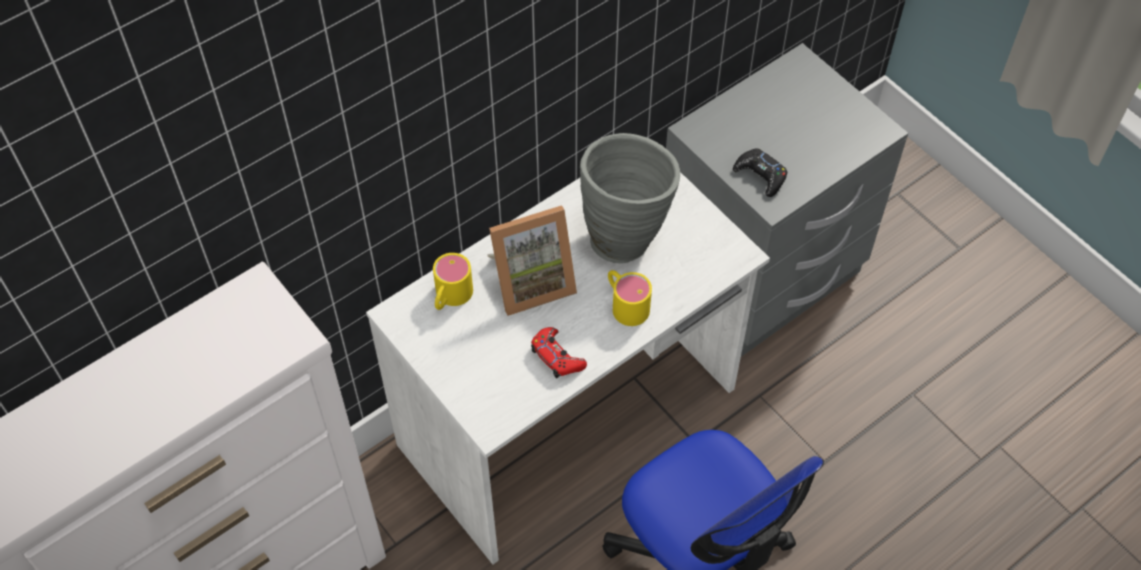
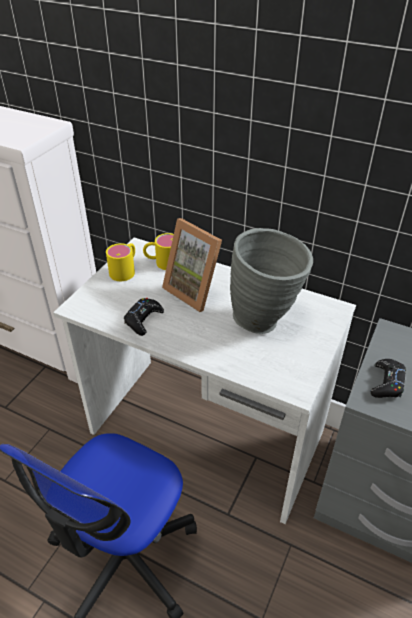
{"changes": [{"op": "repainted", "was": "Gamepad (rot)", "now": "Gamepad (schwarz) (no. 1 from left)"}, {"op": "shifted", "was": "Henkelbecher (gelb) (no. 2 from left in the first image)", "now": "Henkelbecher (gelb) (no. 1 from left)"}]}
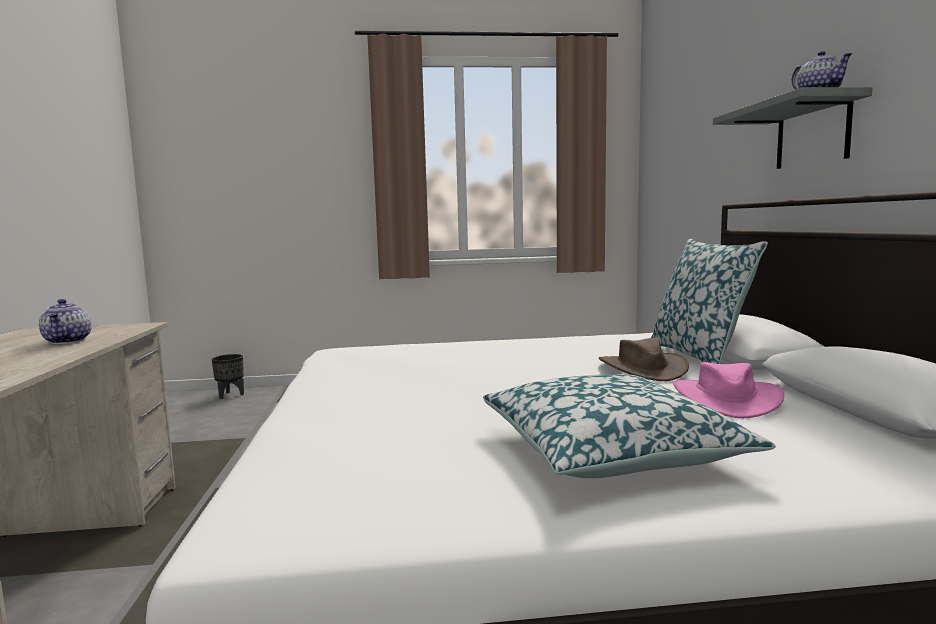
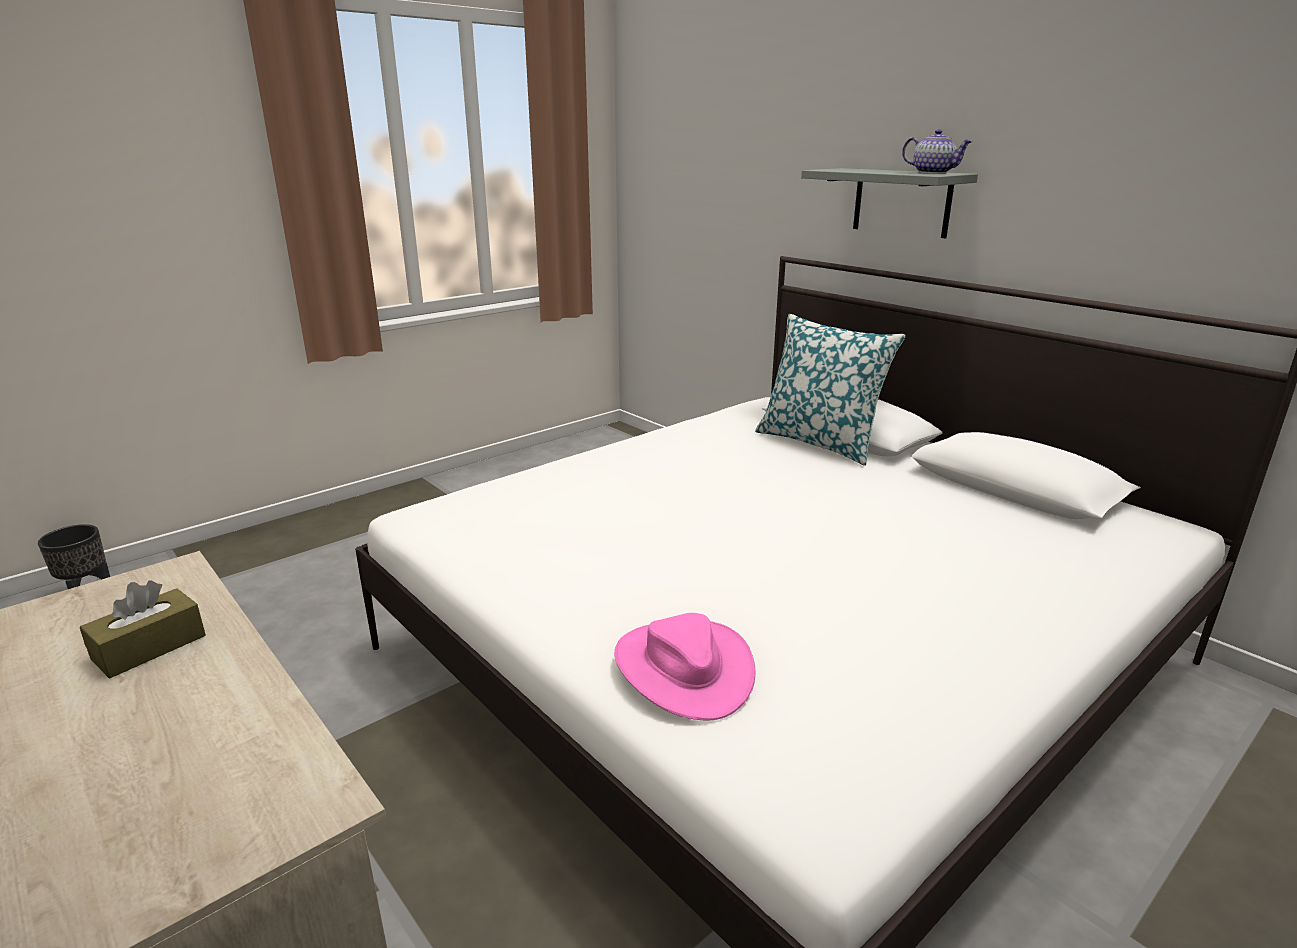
{"changes": [{"op": "swapped", "was": "Teekanne (no. 1 from left)", "now": "Taschentuchbox (braun)"}, {"op": "gone", "was": "Kissen (no. 1 from left)"}, {"op": "gone", "was": "Hut (braun)"}, {"op": "shifted", "was": "Hut (rosa)"}]}
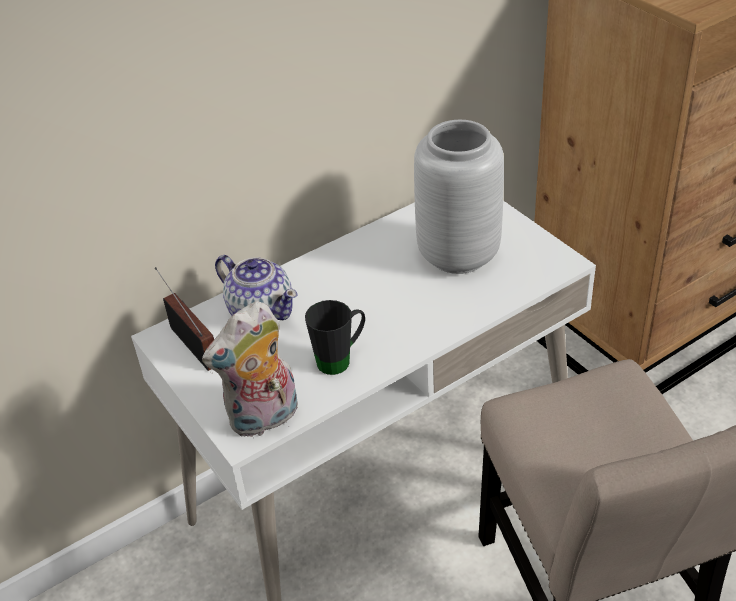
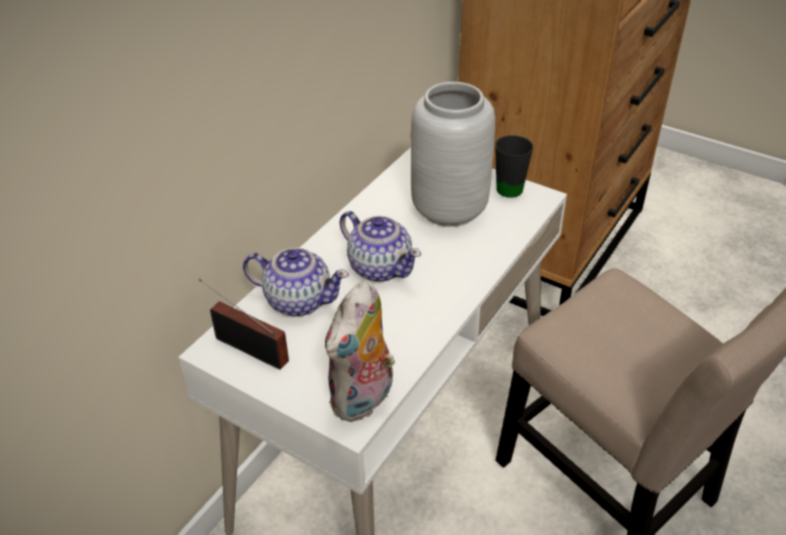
{"changes": [{"op": "shifted", "was": "Henkelbecher (schwarz)"}, {"op": "new", "now": "Teekanne (no. 2 from left)"}]}
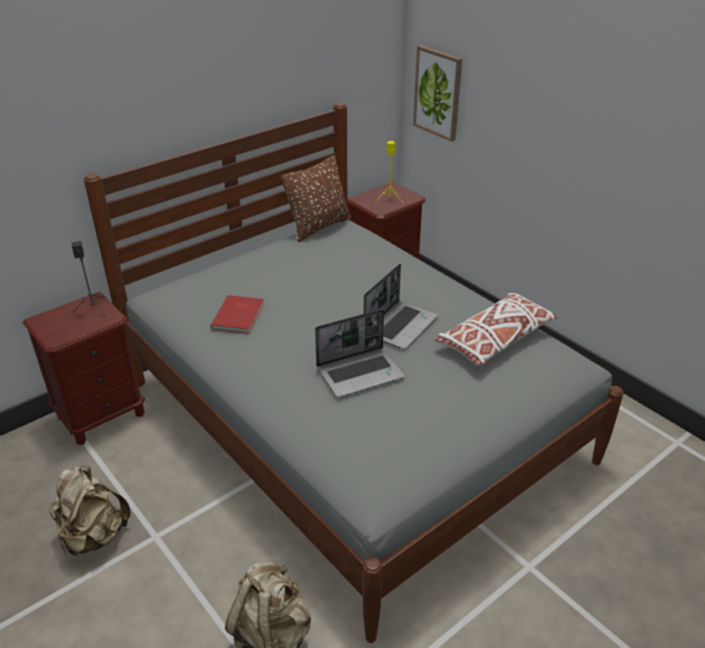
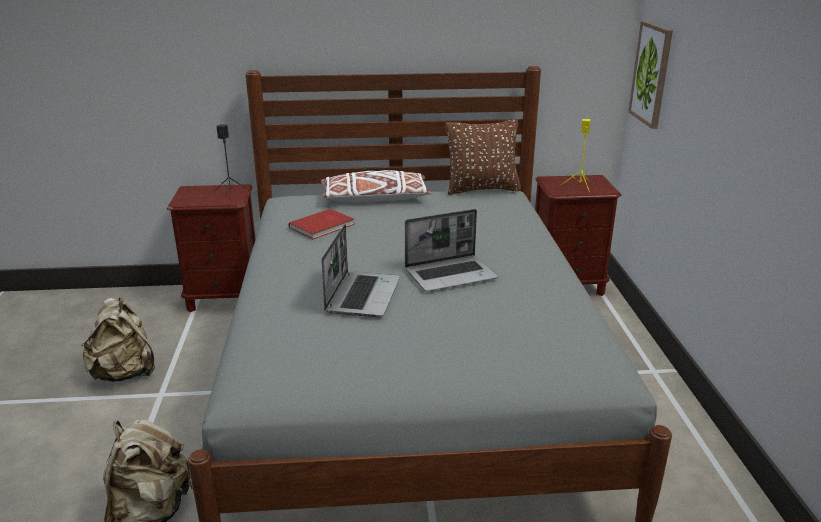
{"changes": [{"op": "rotated", "was": "Laptop (no. 1 from left)", "clockwise": -90}, {"op": "shifted", "was": "Kissen (weiß)"}]}
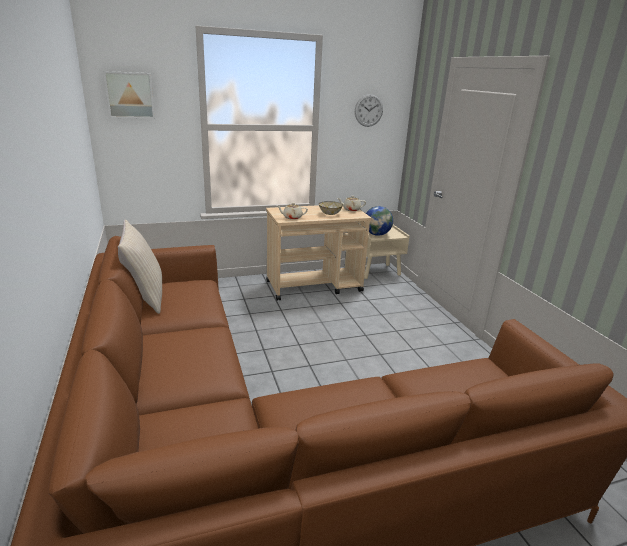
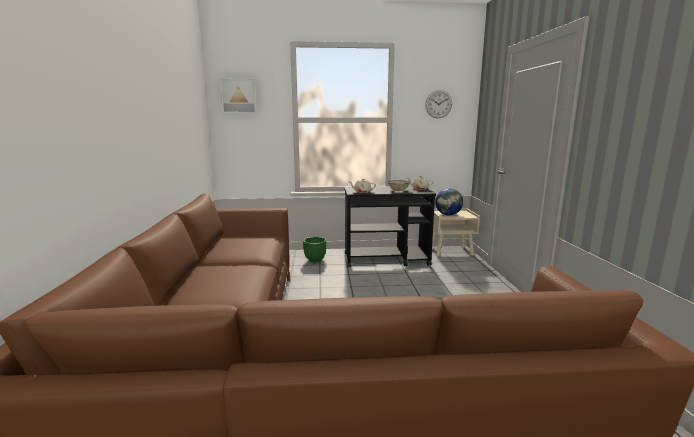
{"changes": [{"op": "gone", "was": "Kissen (beige)"}, {"op": "repainted", "was": "Rollwagen (beige)", "now": "Rollwagen (schwarz)"}, {"op": "new", "now": "Pflanzkübel (grün)"}]}
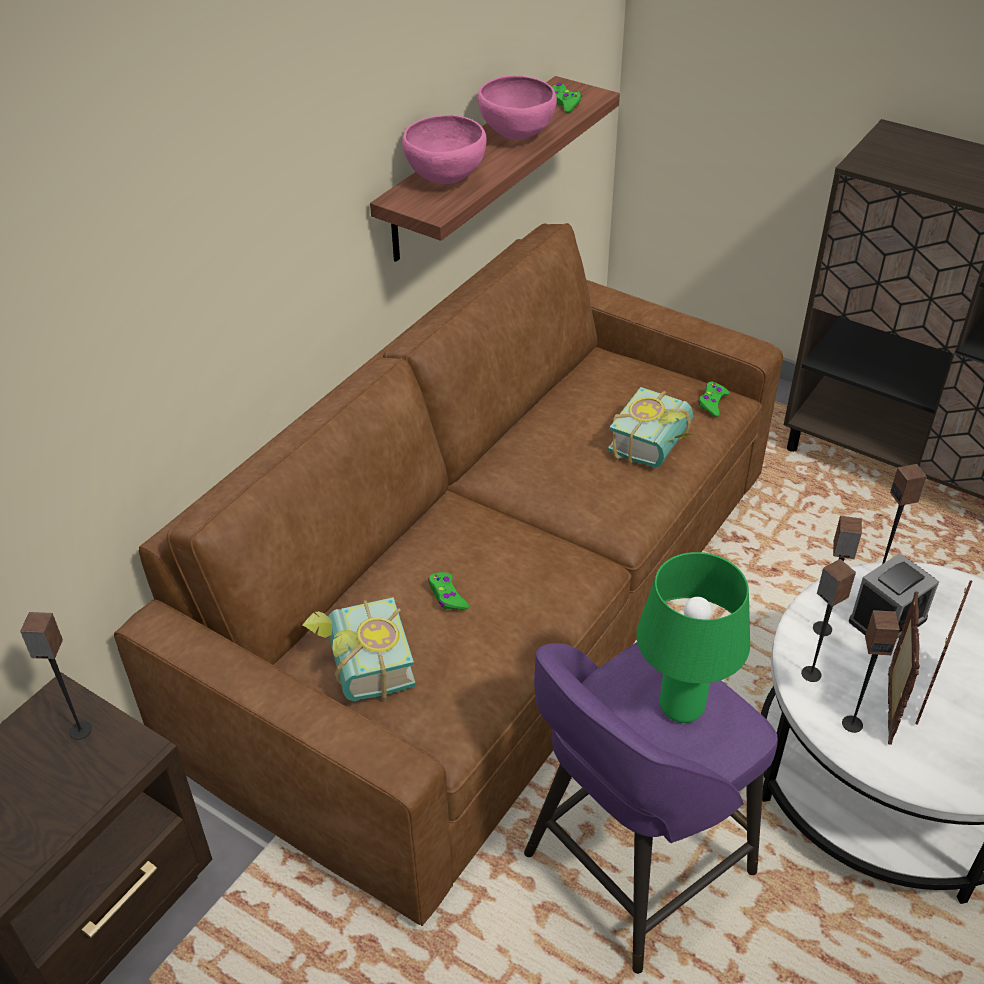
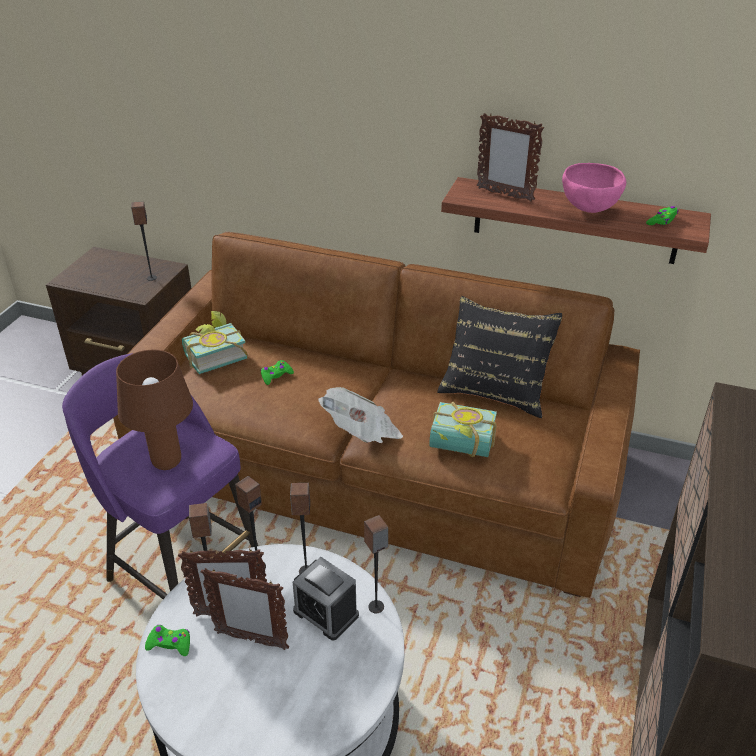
{"changes": [{"op": "swapped", "was": "Schüssel (rosa) (no. 1 from left)", "now": "Bilderrahmen (no. 3 from left)"}, {"op": "repainted", "was": "Tischlampe (grün)", "now": "Tischlampe (braun)"}, {"op": "shifted", "was": "Gamepad (grün) (no. 3 from left in the first image)", "now": "Gamepad (grün) (no. 1 from left)"}, {"op": "new", "now": "Zeitung"}, {"op": "new", "now": "Kissen (schwarz)"}]}
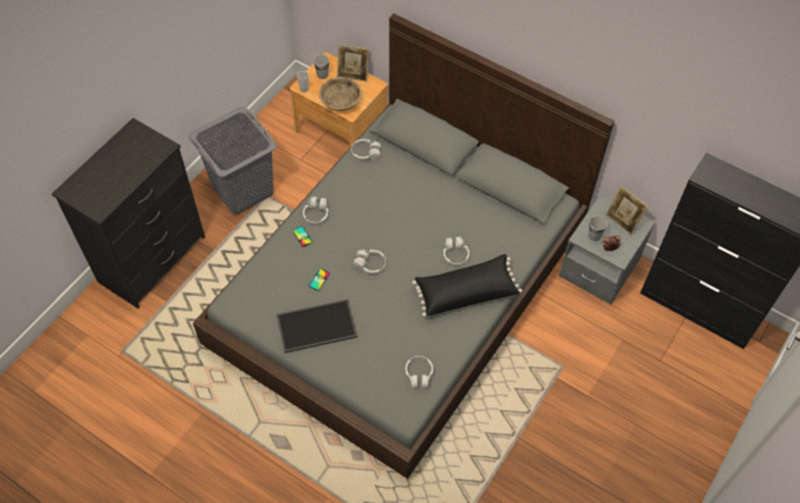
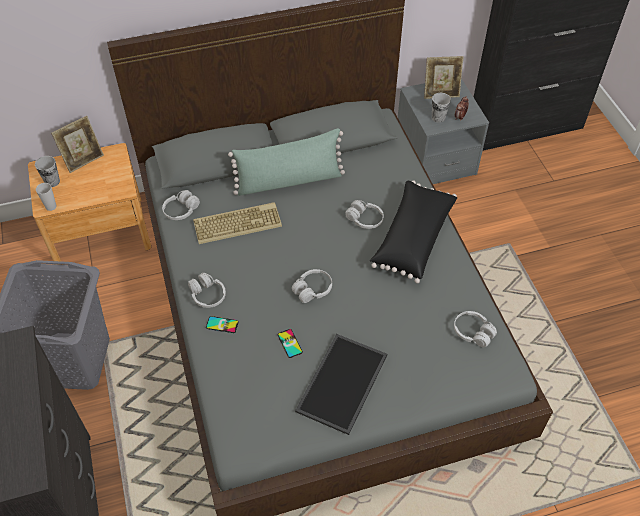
{"changes": [{"op": "gone", "was": "Schüssel (beige)"}, {"op": "new", "now": "Tastatur"}, {"op": "new", "now": "Kissen (grün)"}]}
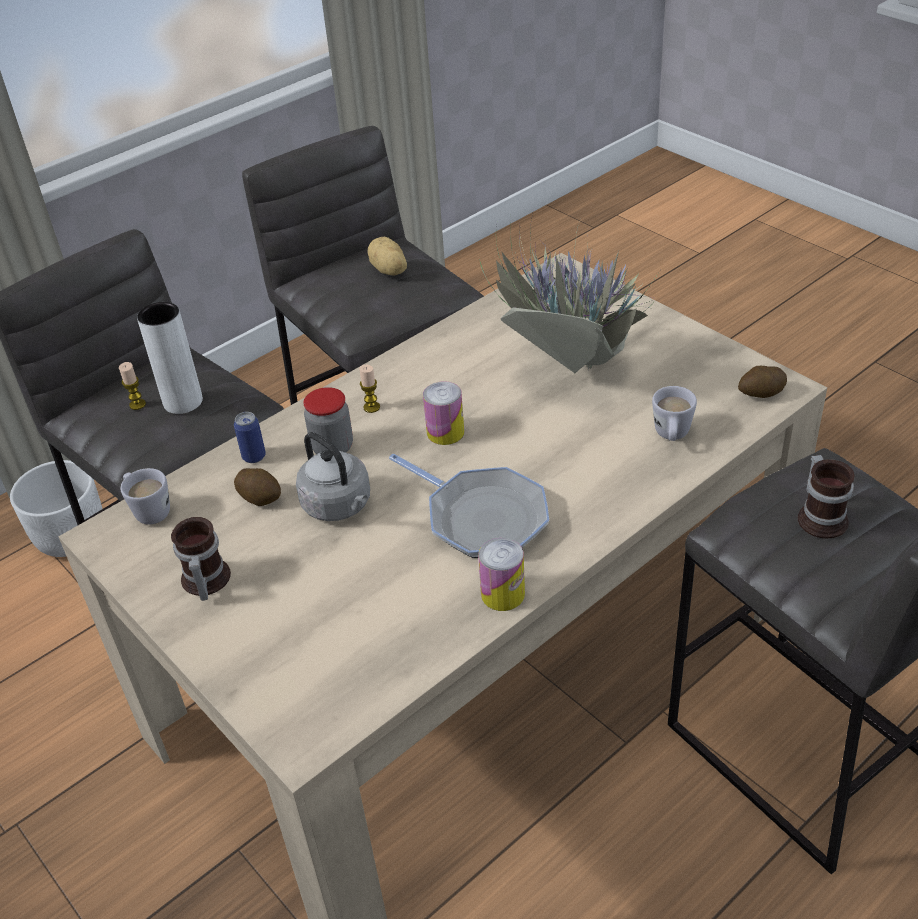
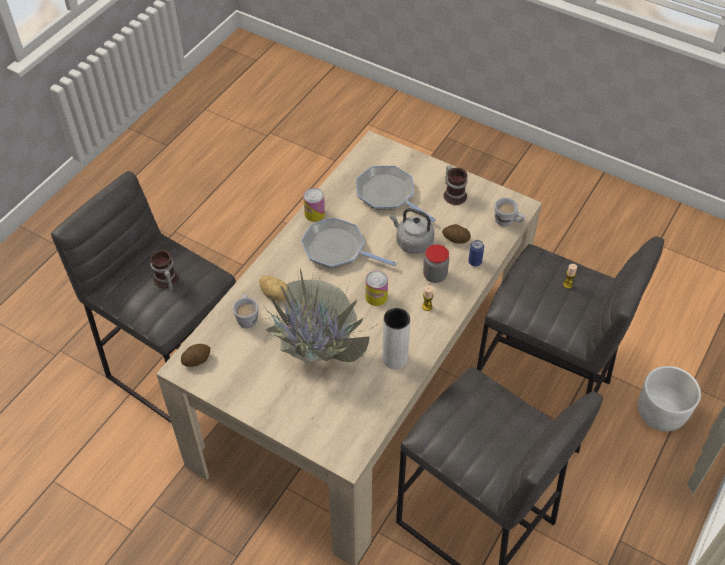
{"changes": [{"op": "shifted", "was": "Vase (weiß)"}, {"op": "shifted", "was": "Kartoffel (no. 2 from left)"}, {"op": "new", "now": "Pfanne (no. 2 from left)"}]}
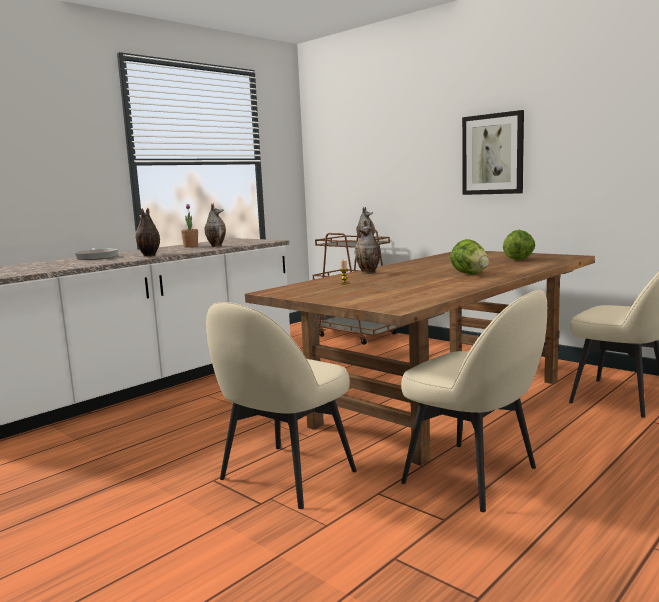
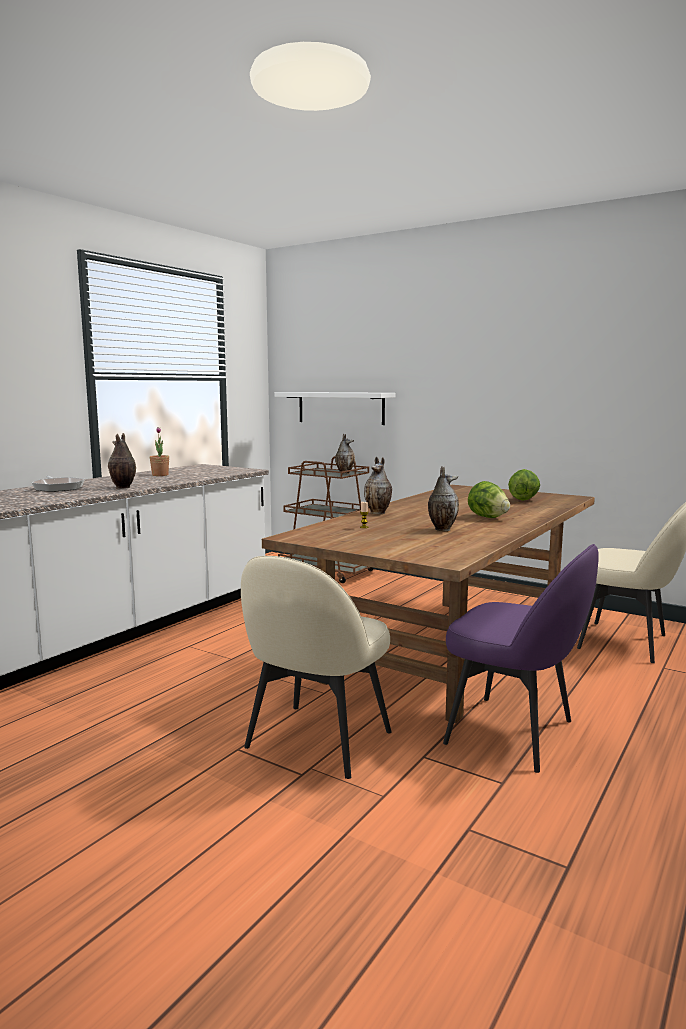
{"changes": [{"op": "shifted", "was": "Vase (no. 2 from left in the first image)", "now": "Vase (no. 4 from left)"}, {"op": "repainted", "was": "Stuhl (beige) (no. 2 from left)", "now": "Stuhl (lila)"}, {"op": "gone", "was": "Bild"}, {"op": "new", "now": "Wandregal (weiß)"}]}
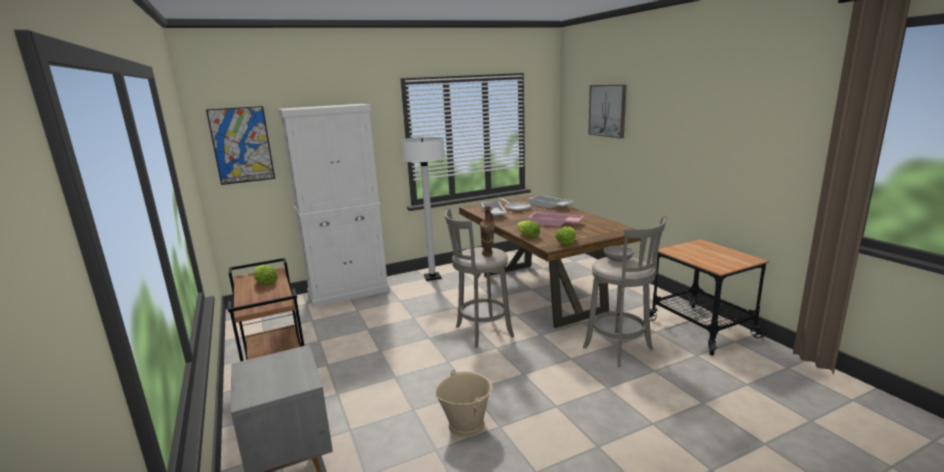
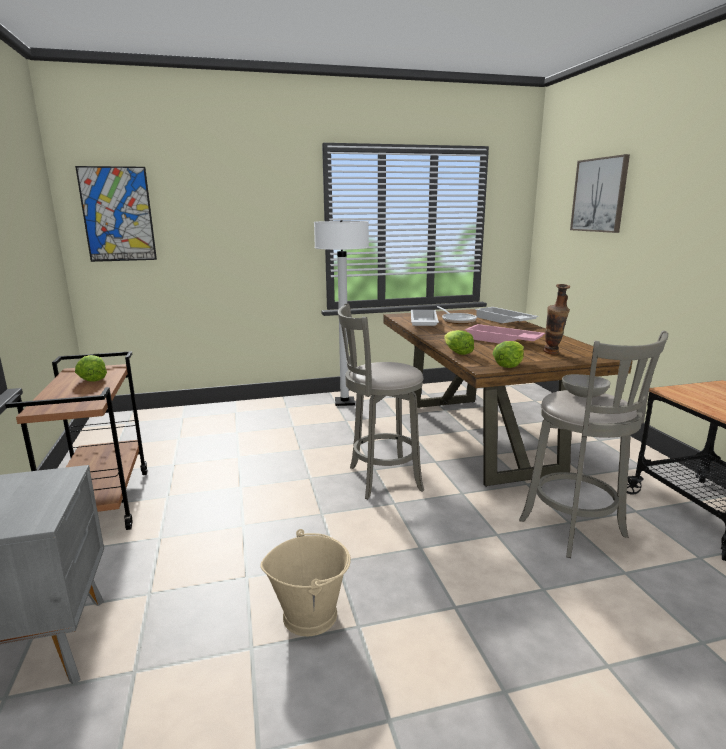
{"changes": [{"op": "gone", "was": "Schrank (weiß)"}, {"op": "shifted", "was": "Vase"}]}
